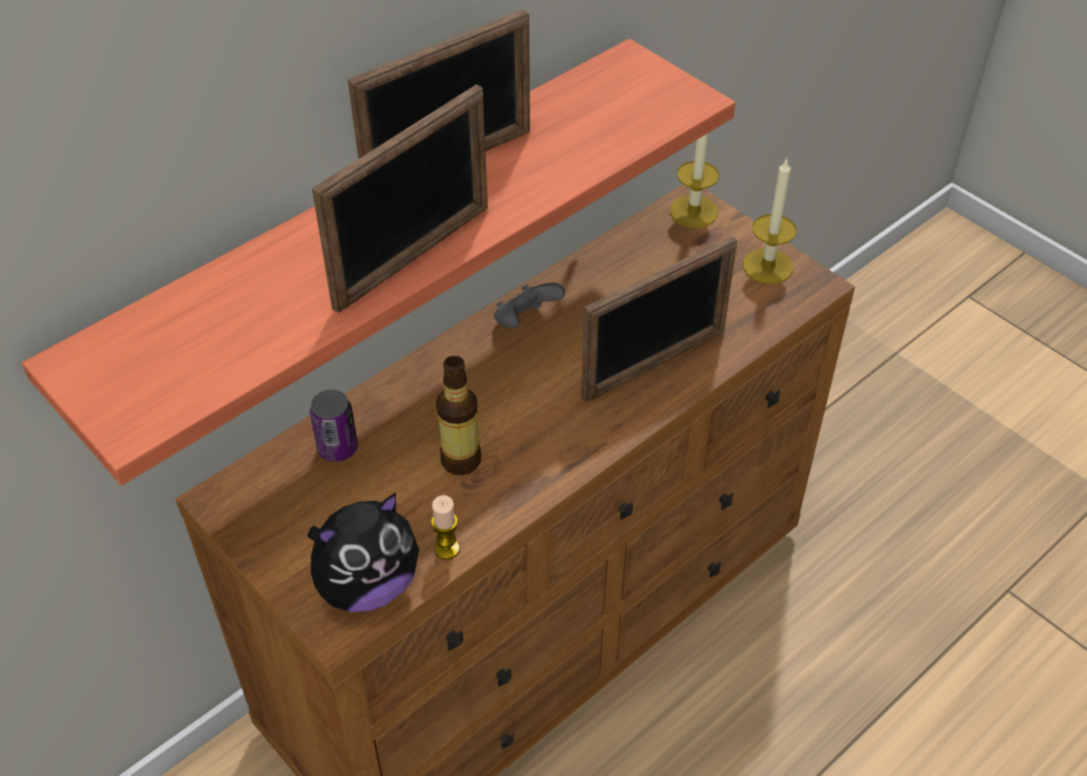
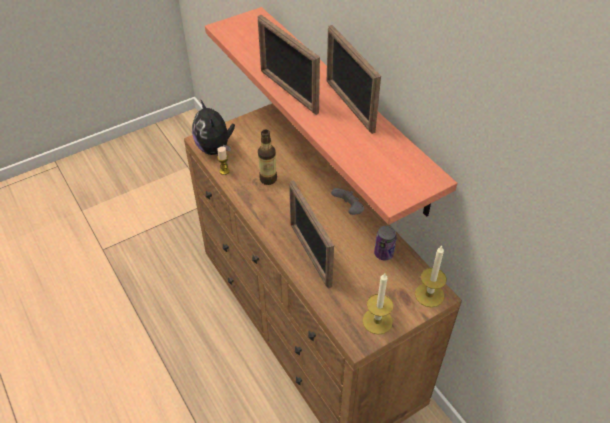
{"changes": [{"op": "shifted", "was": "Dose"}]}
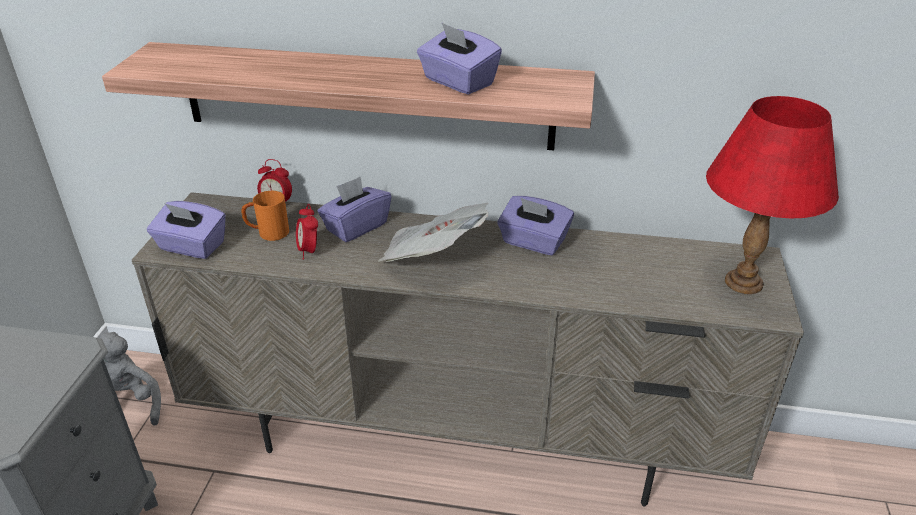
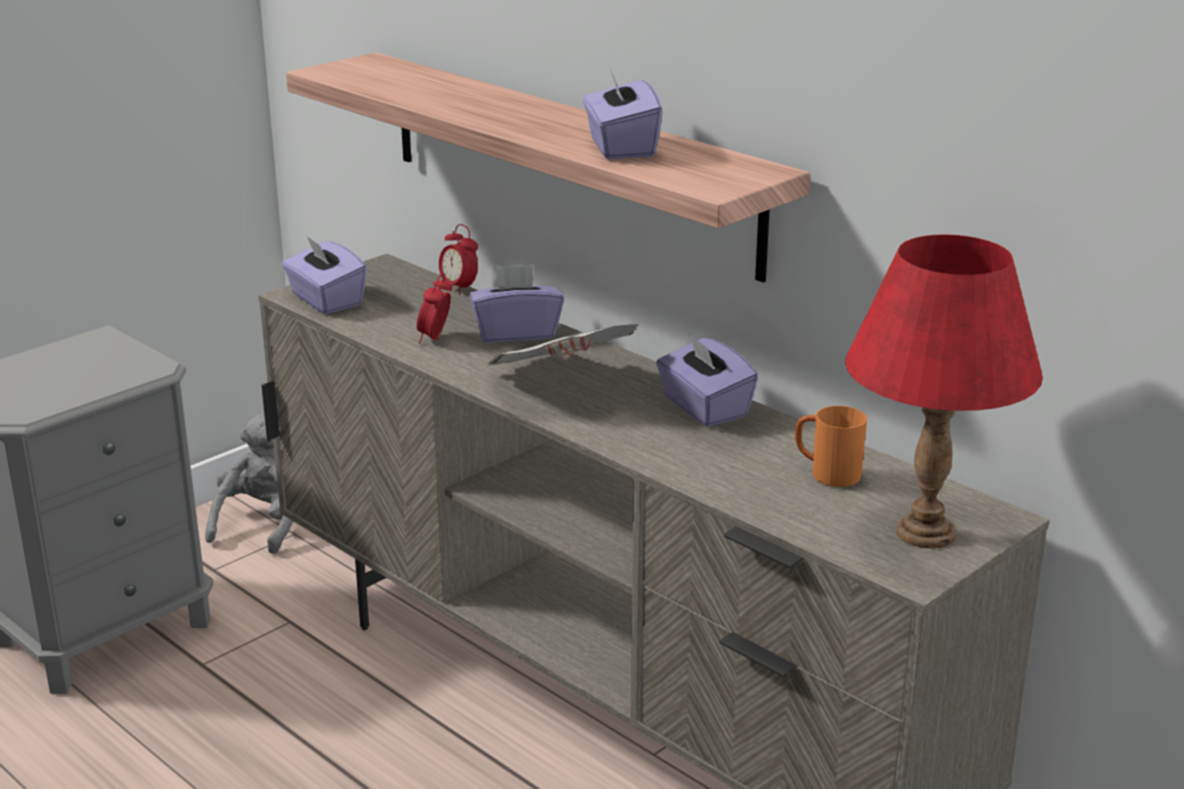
{"changes": [{"op": "shifted", "was": "Henkelbecher (orange)"}]}
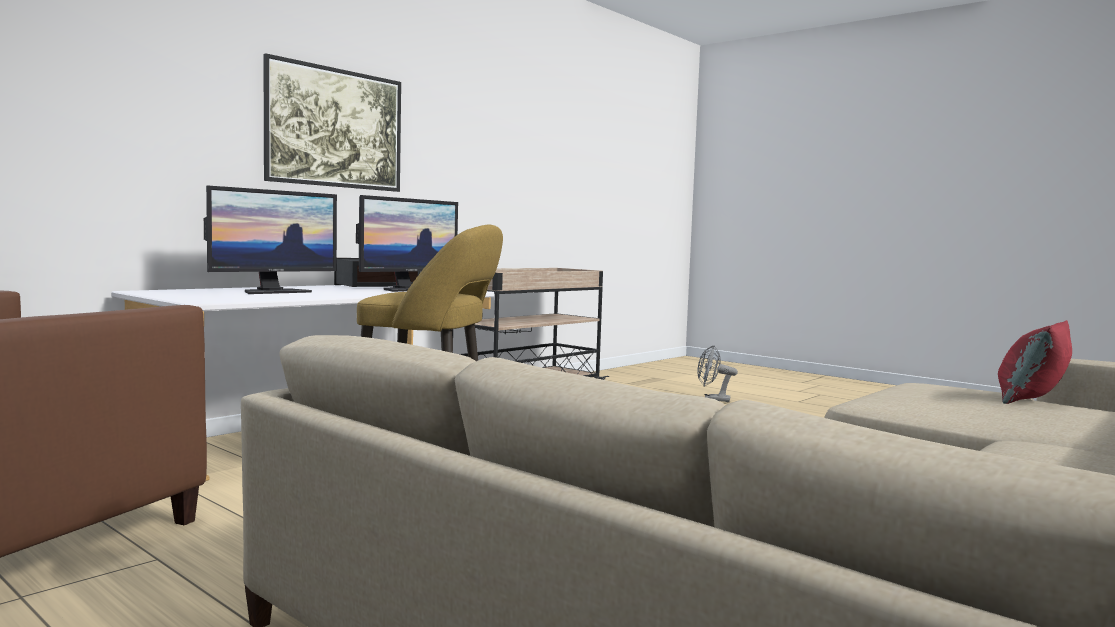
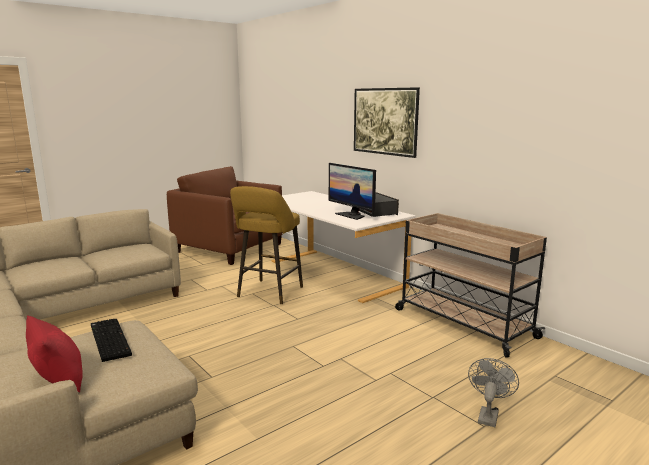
{"changes": [{"op": "gone", "was": "Monitor (no. 1 from left)"}, {"op": "new", "now": "Tastatur"}]}
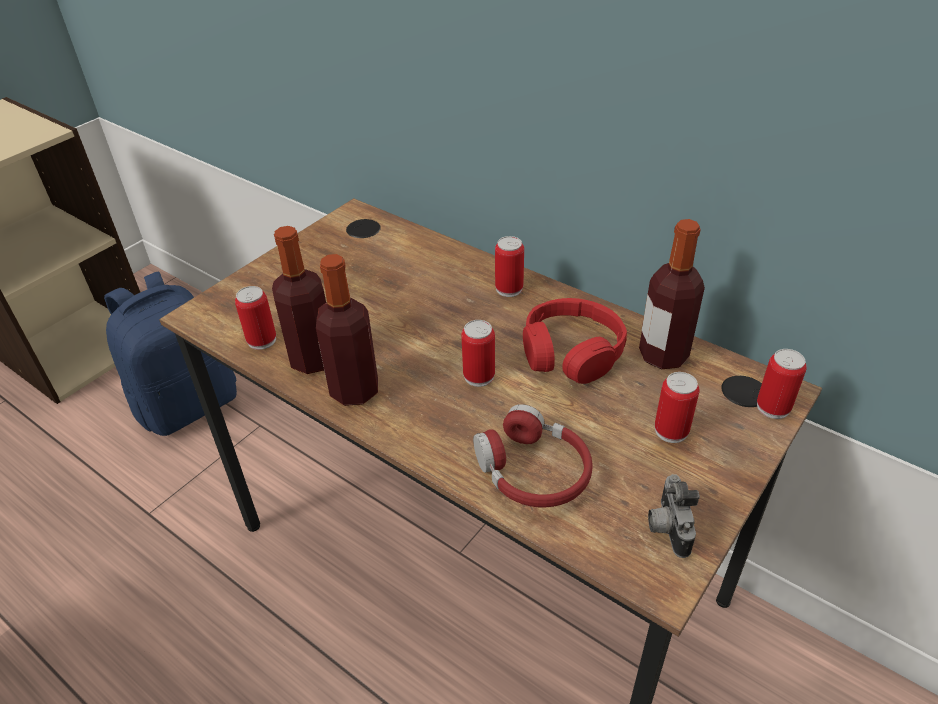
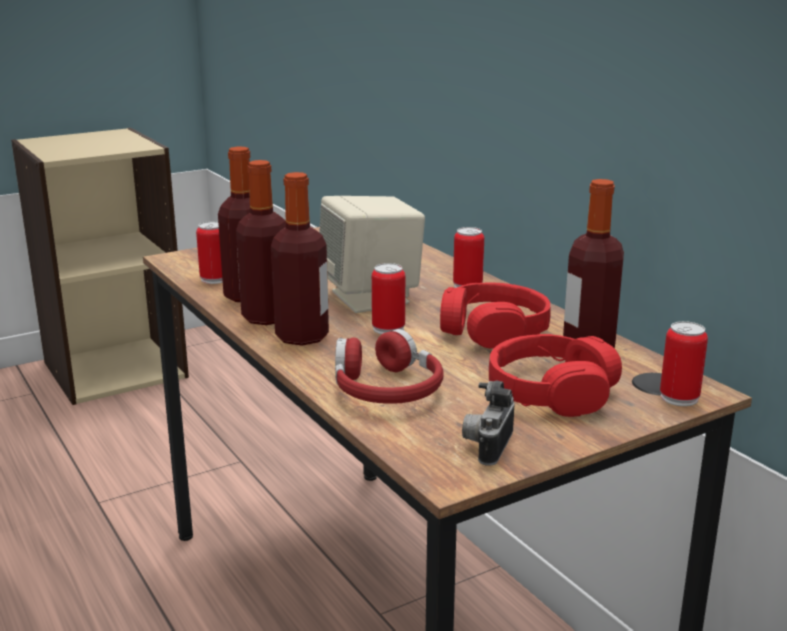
{"changes": [{"op": "gone", "was": "Rucksack (blau)"}, {"op": "swapped", "was": "Dose (no. 4 from left)", "now": "Kopfhörer (rot) (no. 3 from left)"}, {"op": "new", "now": "Flasche (no. 3 from left)"}, {"op": "new", "now": "Lautsprecher (beige)"}]}
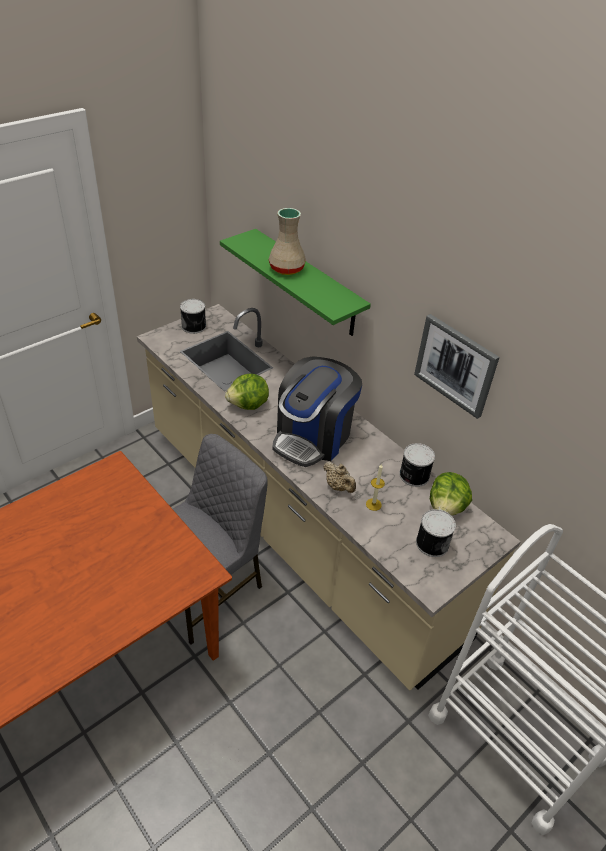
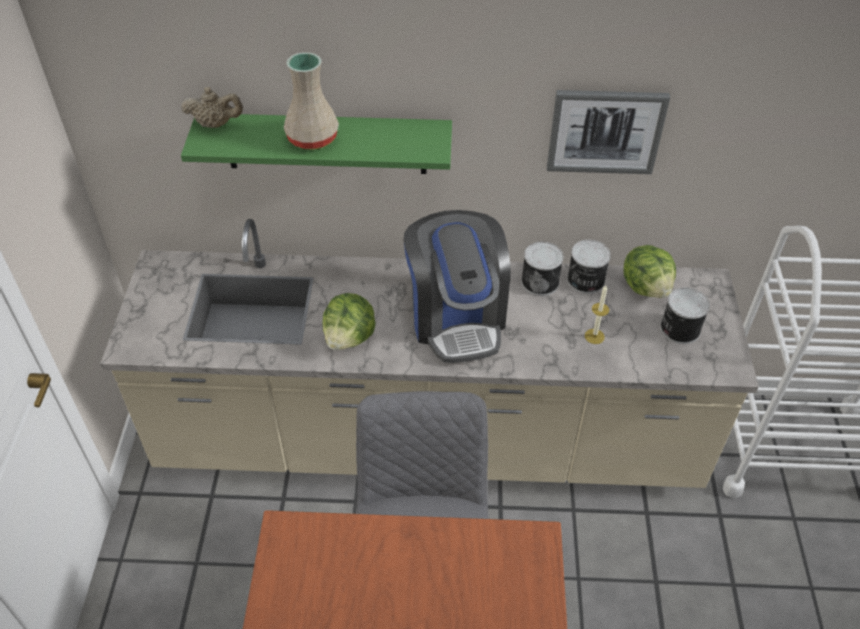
{"changes": [{"op": "shifted", "was": "Dose (no. 1 from left)"}, {"op": "shifted", "was": "Teekanne (beige)"}]}
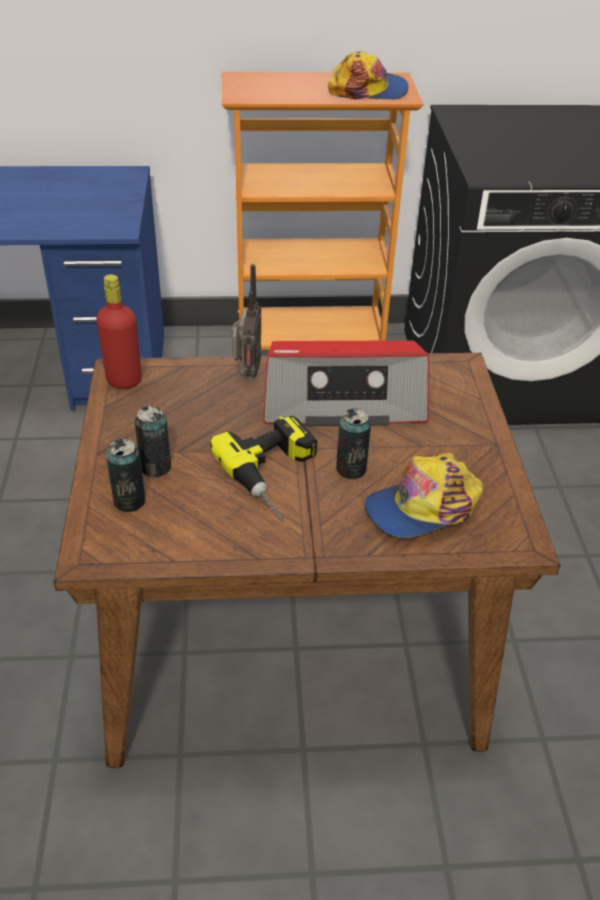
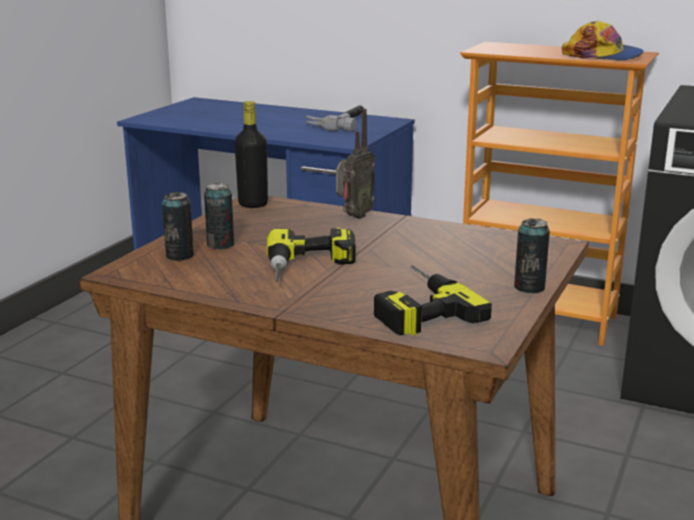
{"changes": [{"op": "repainted", "was": "Flasche (rot)", "now": "Flasche (schwarz)"}, {"op": "gone", "was": "Radio (no. 2 from left)"}, {"op": "shifted", "was": "Dose (no. 3 from left)"}, {"op": "swapped", "was": "Kappe (no. 2 from left)", "now": "Bohrmaschine (no. 2 from left)"}, {"op": "new", "now": "Hammer"}]}
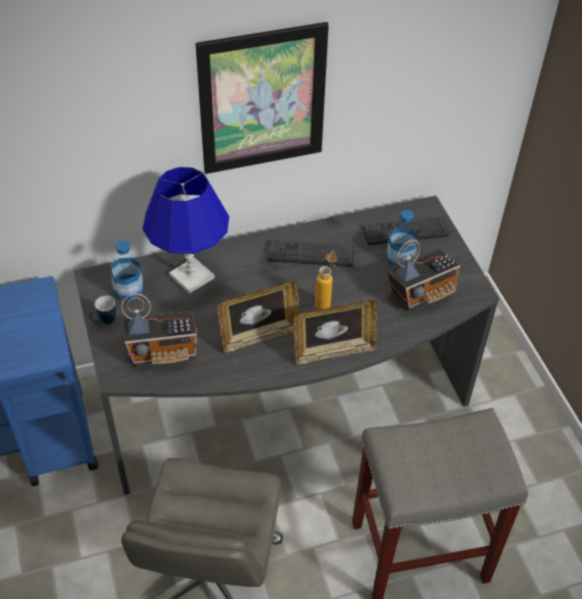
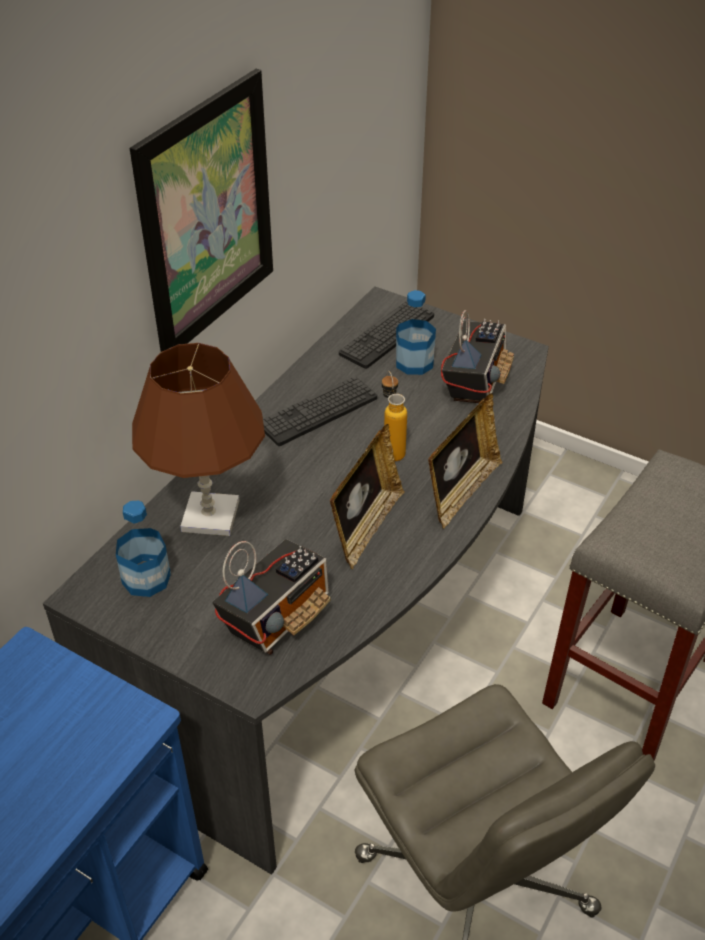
{"changes": [{"op": "gone", "was": "Henkelbecher"}, {"op": "repainted", "was": "Tischlampe (blau)", "now": "Tischlampe (braun)"}]}
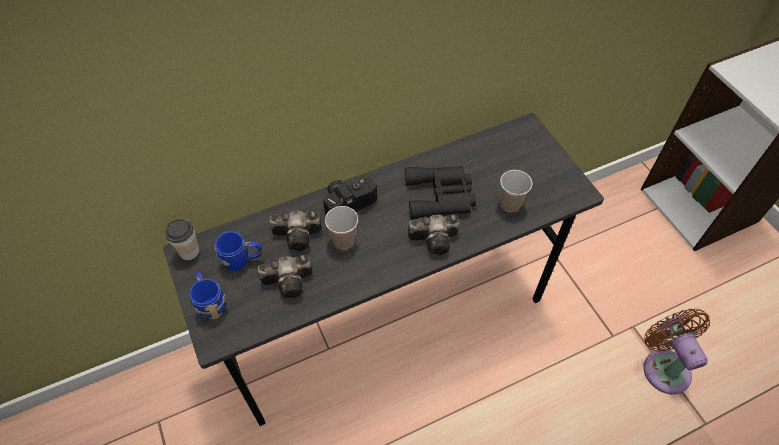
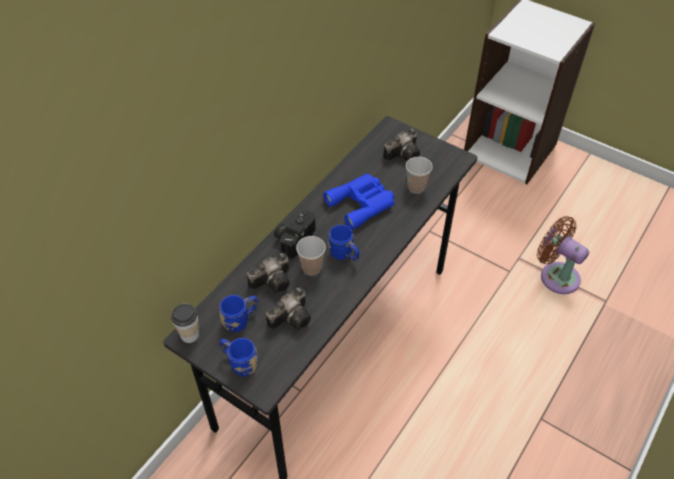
{"changes": [{"op": "repainted", "was": "Fernglas (schwarz)", "now": "Fernglas (blau)"}, {"op": "shifted", "was": "Kamera (no. 4 from left)"}, {"op": "new", "now": "Henkelbecher (blau) (no. 3 from left)"}]}
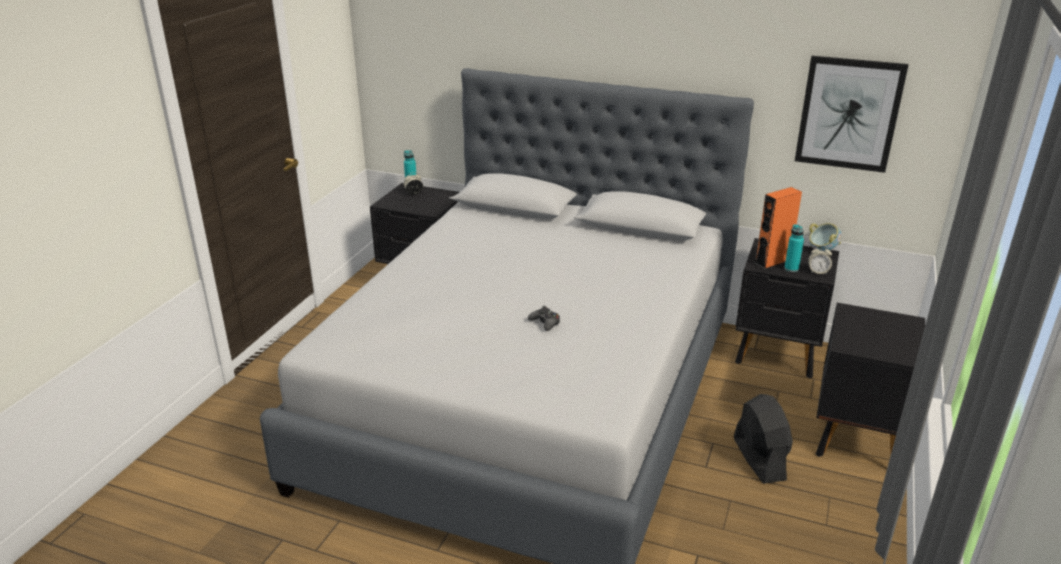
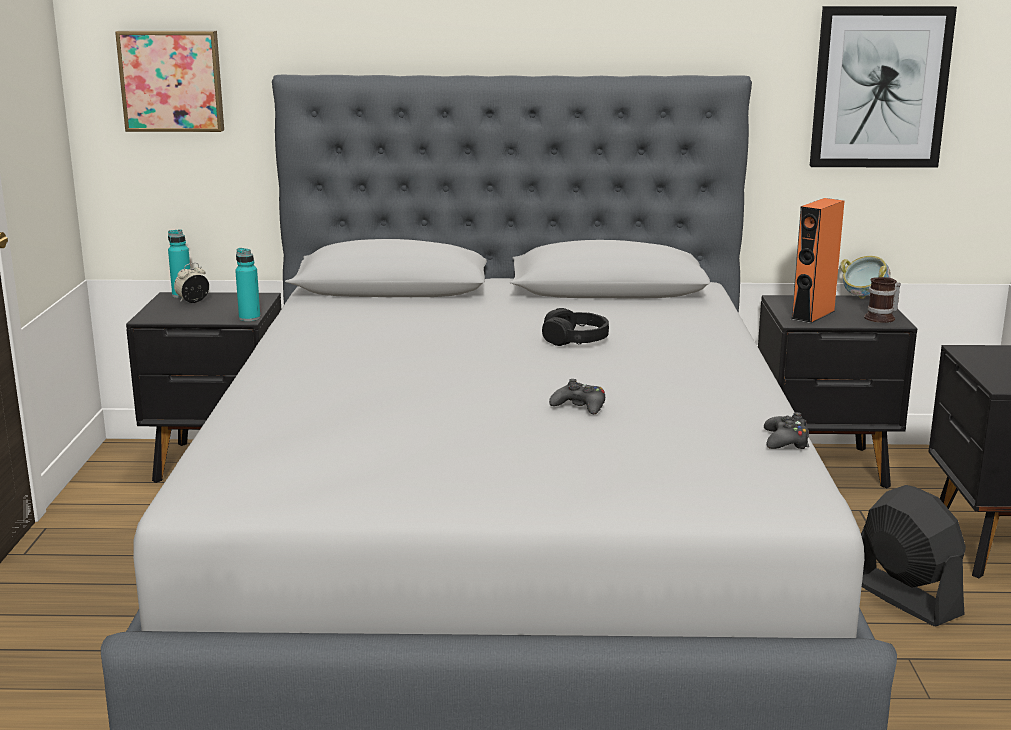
{"changes": [{"op": "shifted", "was": "Flasche (türkis) (no. 2 from left)"}, {"op": "swapped", "was": "Wecker (no. 2 from left)", "now": "Henkelbecher"}, {"op": "new", "now": "Bild (no. 1 from left)"}, {"op": "new", "now": "Kopfhörer (schwarz)"}, {"op": "new", "now": "Gamepad (schwarz) (no. 2 from left)"}]}
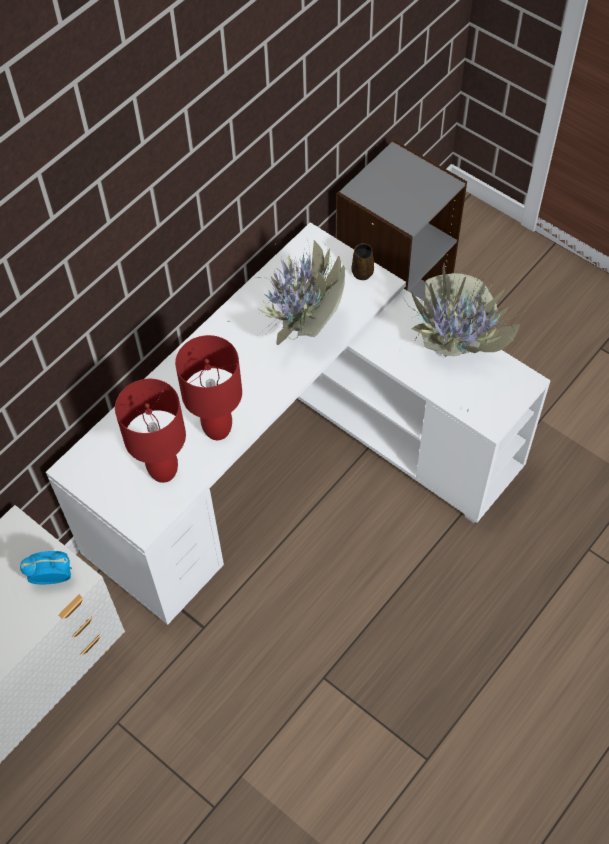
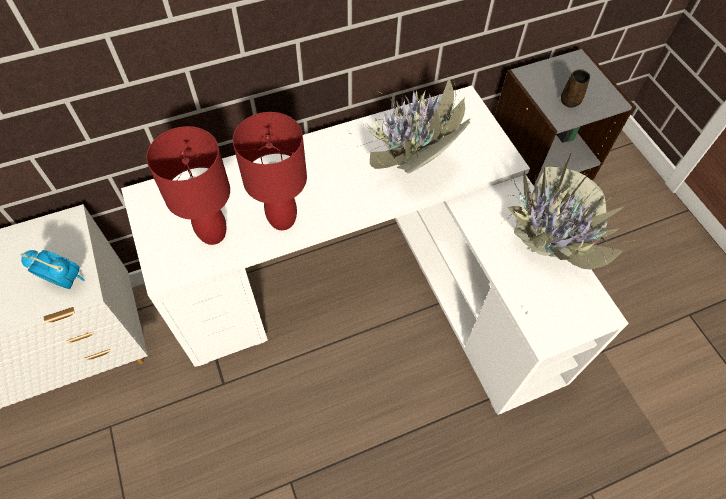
{"changes": [{"op": "shifted", "was": "Henkelbecher (braun)"}]}
